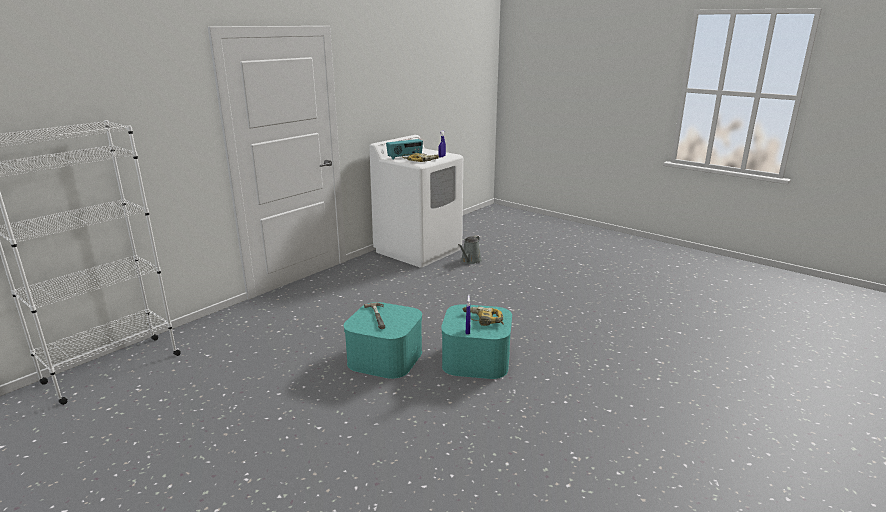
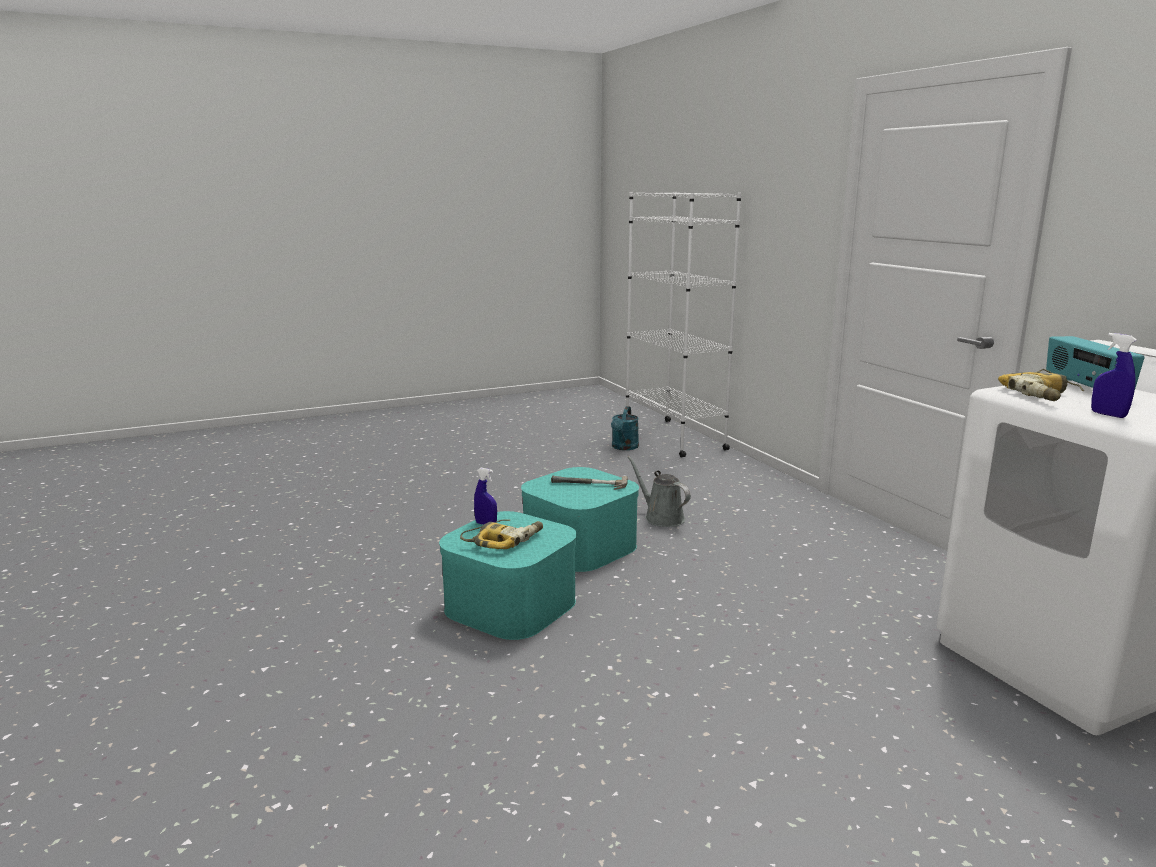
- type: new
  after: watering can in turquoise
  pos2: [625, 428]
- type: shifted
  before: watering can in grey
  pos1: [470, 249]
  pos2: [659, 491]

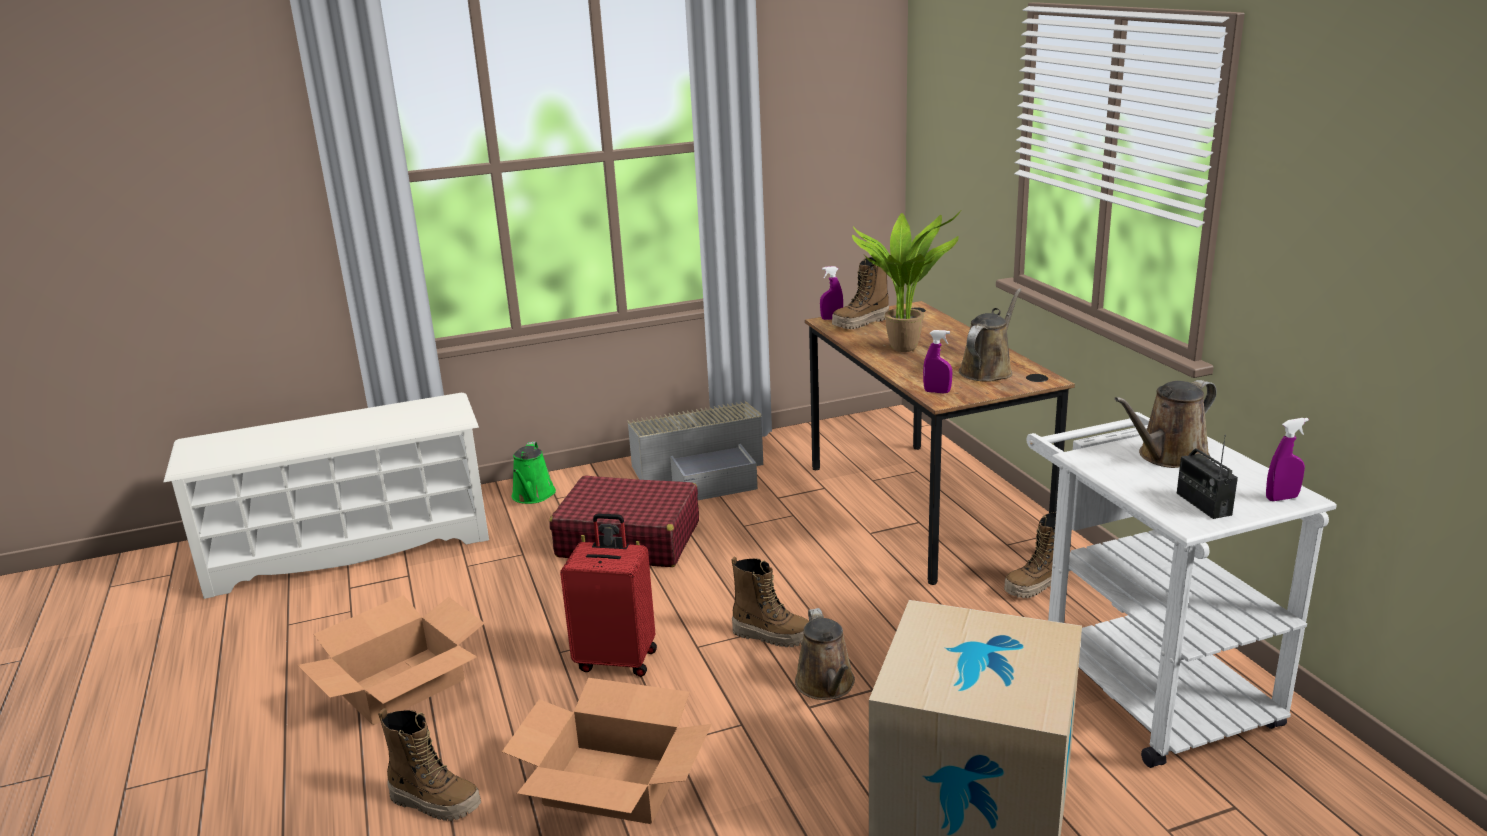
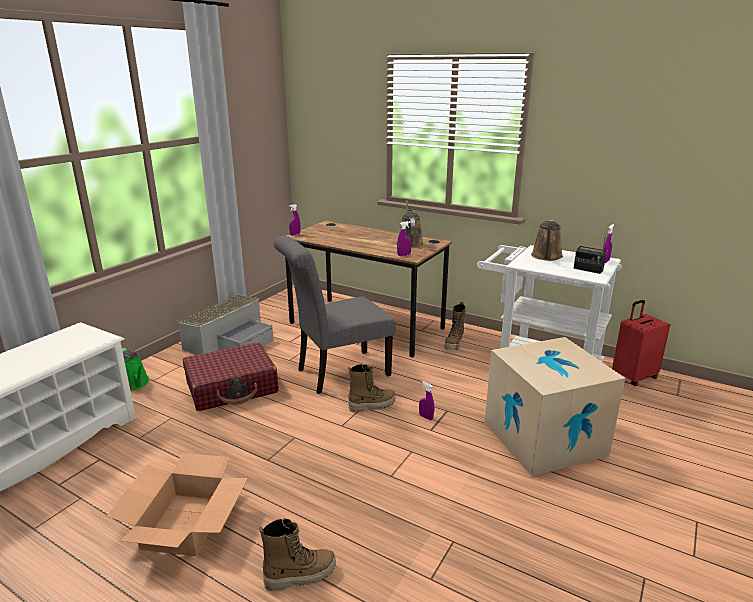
- type: gone
  before: cardboard box
  pos1: [607, 751]
- type: gone
  before: boot
  pos1: [860, 293]
- type: gone
  before: potted plant
  pos1: [907, 280]
- type: new
  after: chair in grey
  pos2: [335, 315]
- type: shifted
  before: suitcase in red
  pos1: [608, 595]
  pos2: [641, 343]
- type: swapped
  before: watering can in brown
  after: spray bottle in purple
  pos1: [825, 654]
  pos2: [426, 400]

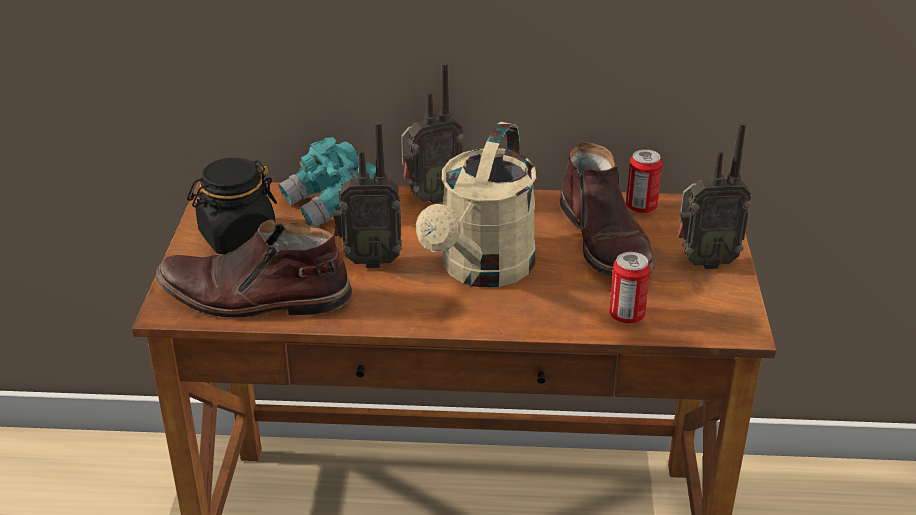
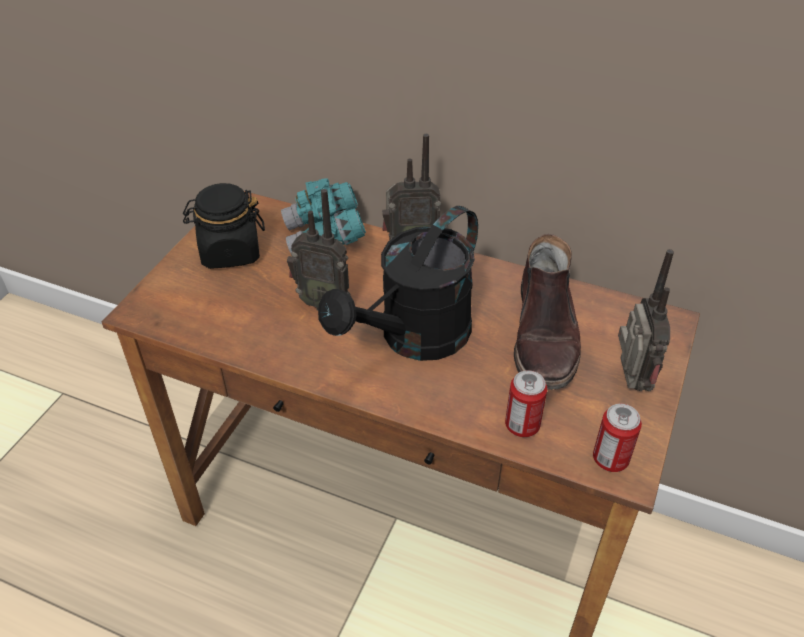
- type: gone
  before: boot in brown
  pos1: [254, 268]
- type: shifted
  before: can
  pos1: [644, 181]
  pos2: [617, 438]
- type: repainted
  before: watering can in beige
  after: watering can in black
  pos1: [476, 204]
  pos2: [398, 283]
- type: rotated
  before: radio
  pos1: [714, 195]
  pos2: [646, 320]
  turn: -105

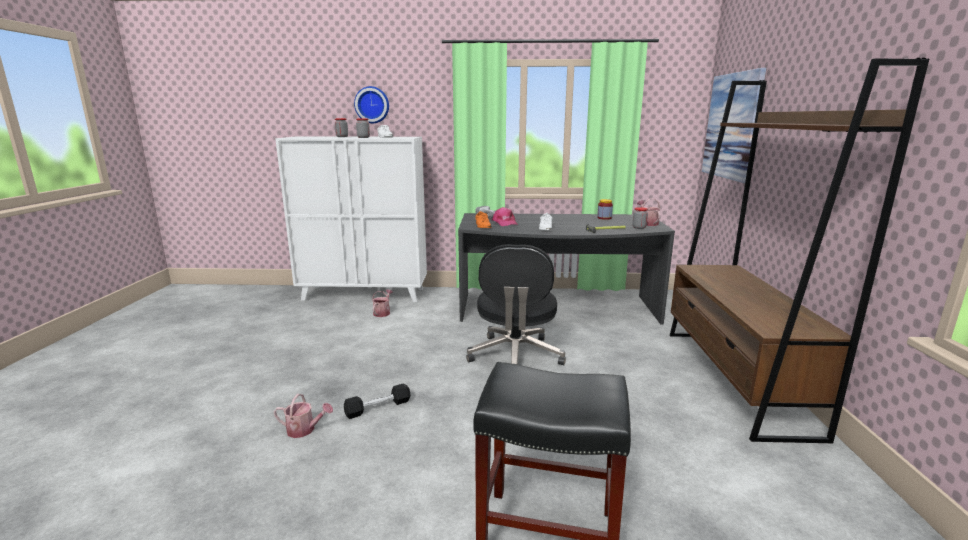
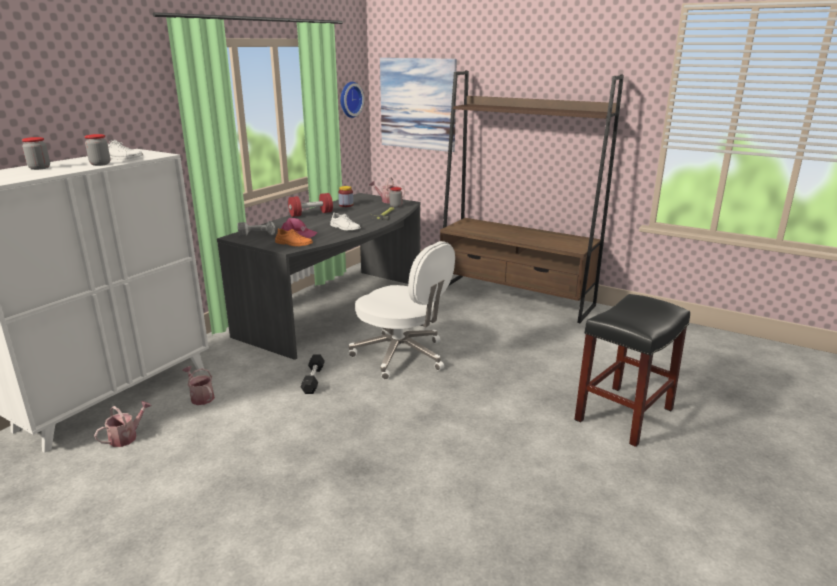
- type: new
  after: dumbbell in red
  pos2: [310, 205]
- type: shifted
  before: watering can
  pos1: [303, 416]
  pos2: [123, 424]
- type: shifted
  before: dumbbell in black
  pos1: [377, 401]
  pos2: [313, 374]
- type: shifted
  before: wall clock
  pos1: [371, 104]
  pos2: [352, 100]
- type: repainted
  before: office chair in black
  after: office chair in white
  pos1: [516, 304]
  pos2: [402, 310]

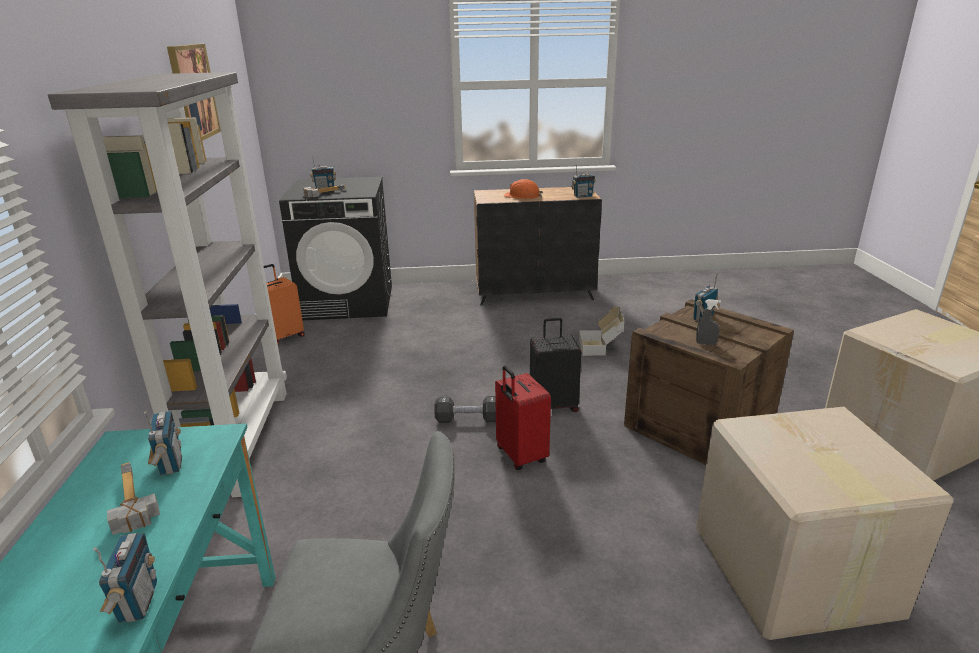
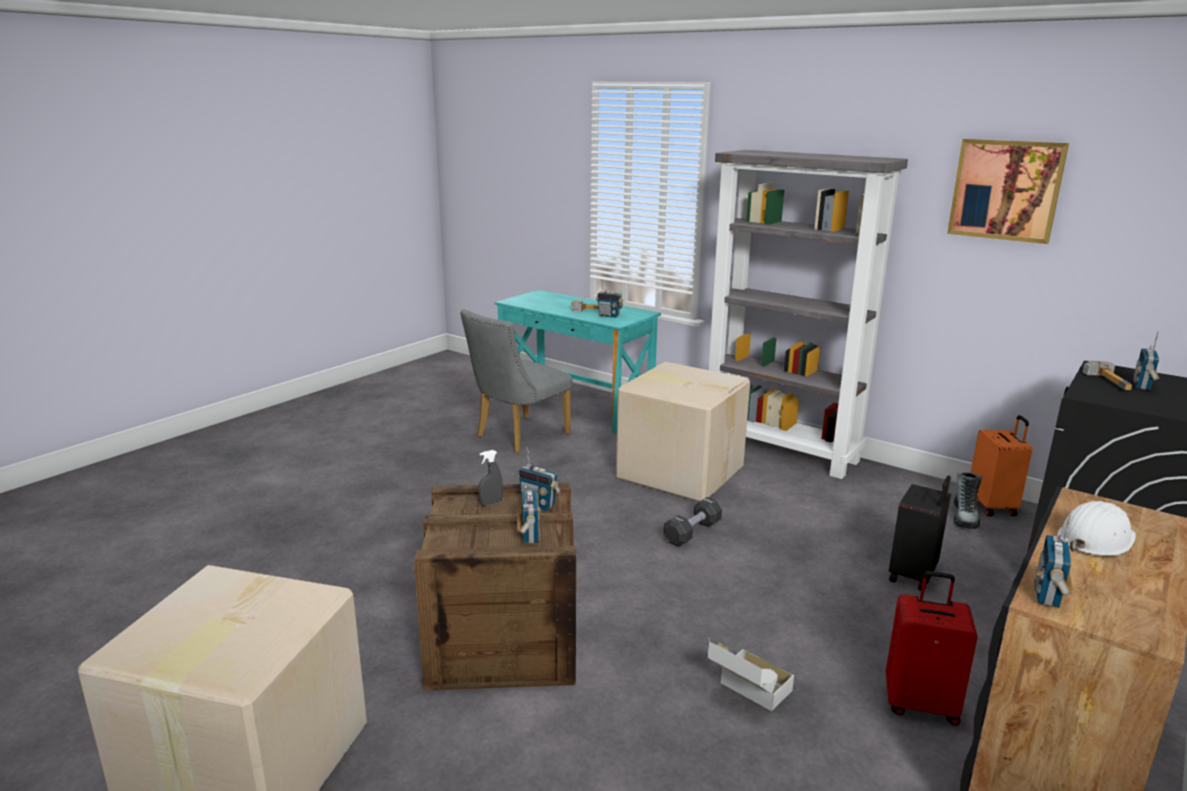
- type: new
  after: boot
  pos2: [967, 500]
- type: shifted
  before: radio
  pos1: [125, 578]
  pos2: [539, 479]
- type: shifted
  before: suitcase in red
  pos1: [523, 418]
  pos2: [932, 648]
- type: shifted
  before: suitcase in black
  pos1: [555, 364]
  pos2: [920, 533]
- type: shifted
  before: cardboard box
  pos1: [824, 523]
  pos2: [683, 432]
- type: repainted
  before: hard hat in orange
  after: hard hat in white
  pos1: [523, 189]
  pos2: [1096, 528]

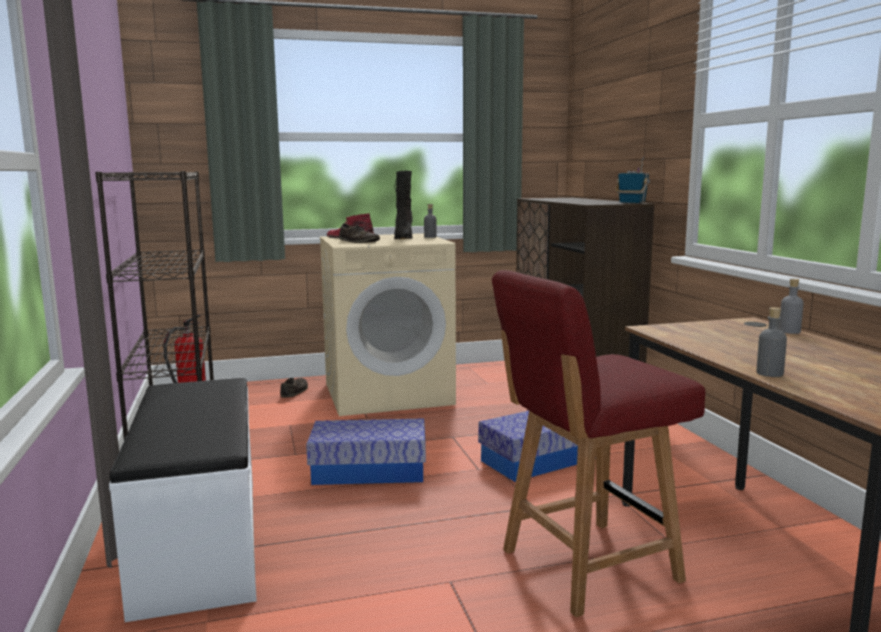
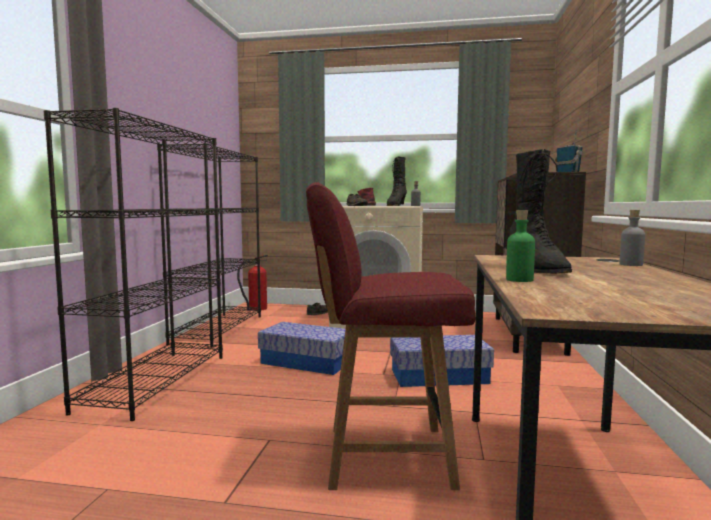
- type: new
  after: boot in black
  pos2: [540, 211]
- type: swapped
  before: bench in white
  after: bookcase in black
  pos1: [183, 500]
  pos2: [133, 264]
- type: repainted
  before: bottle in grey
  after: bottle in green
  pos1: [772, 342]
  pos2: [520, 246]

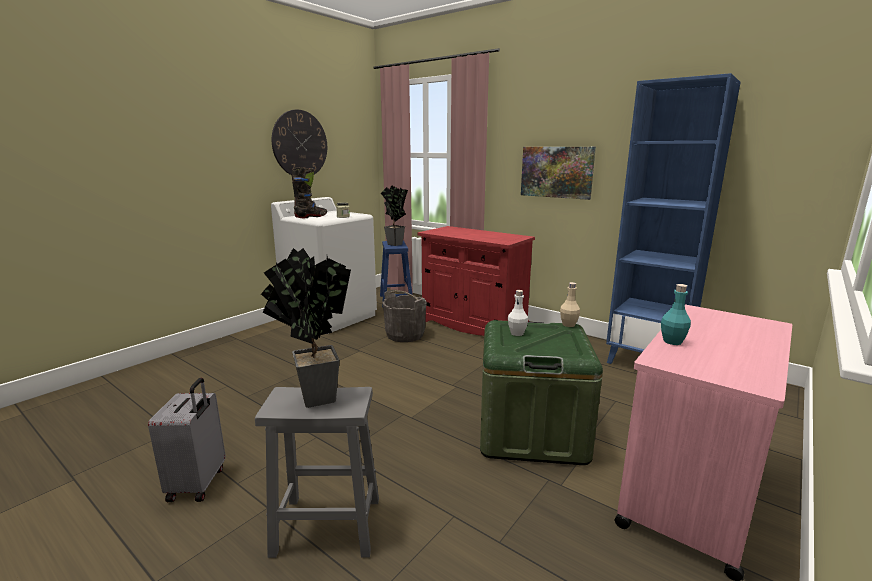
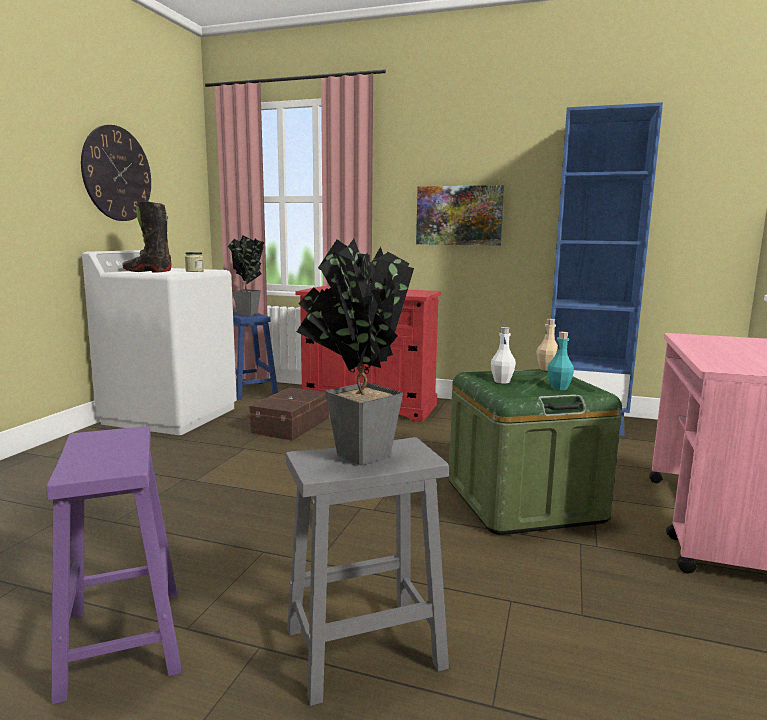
- type: shifted
  before: bottle in turquoise
  pos1: [676, 314]
  pos2: [561, 361]
- type: swapped
  before: suitcase in grey
  after: stool in purple
  pos1: [187, 440]
  pos2: [114, 565]
- type: swapped
  before: bucket in grey
  after: storage box in brown
  pos1: [404, 316]
  pos2: [289, 414]
- type: rotated
  before: boot in black
  pos1: [309, 192]
  pos2: [146, 236]
  turn: -105

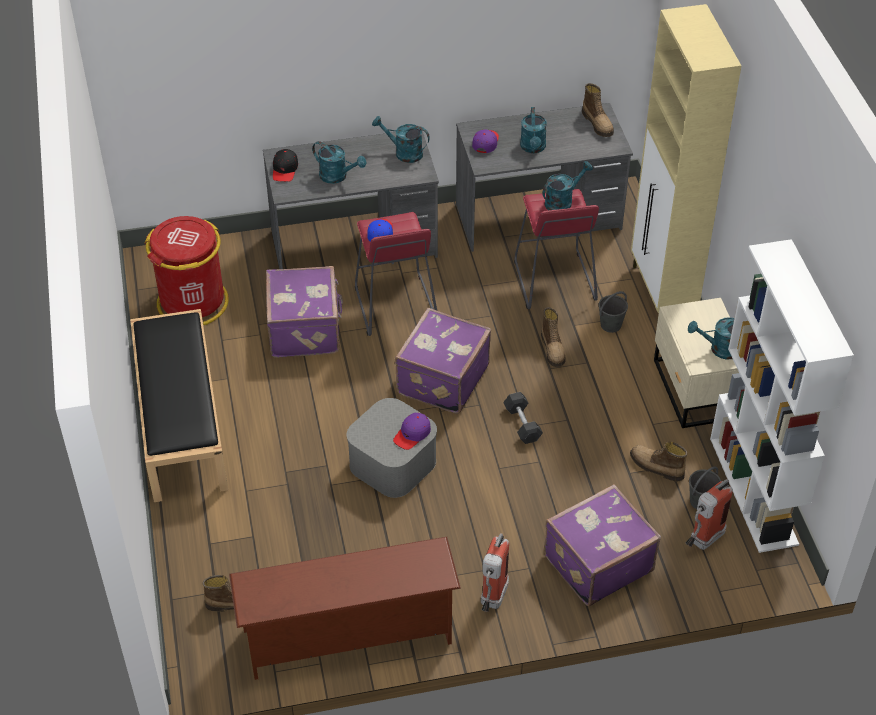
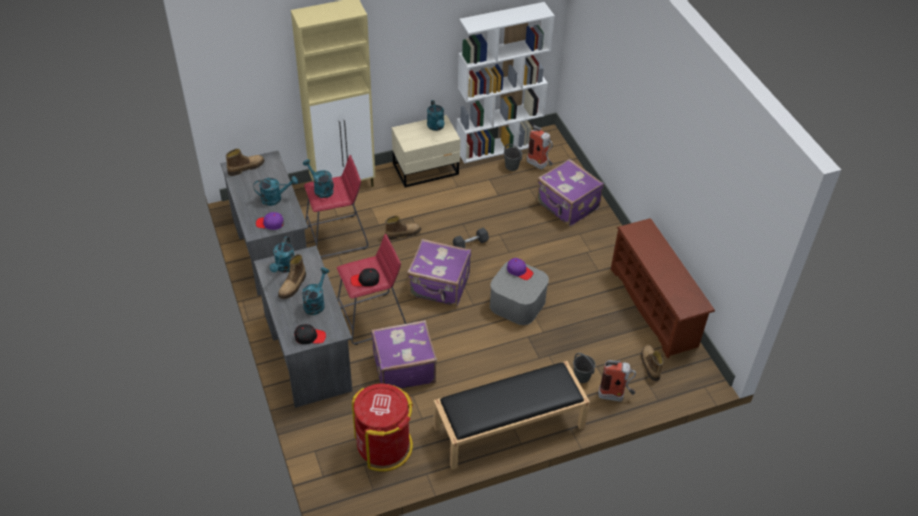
- type: shifted
  before: fire extinguisher
  pos1: [495, 572]
  pos2: [617, 381]
- type: shifted
  before: bucket in grey
  pos1: [613, 312]
  pos2: [584, 368]
- type: shifted
  before: boot
  pos1: [658, 461]
  pos2: [292, 276]
- type: repainted
  before: cap in blue
  after: cap in black
  pos1: [380, 229]
  pos2: [365, 277]

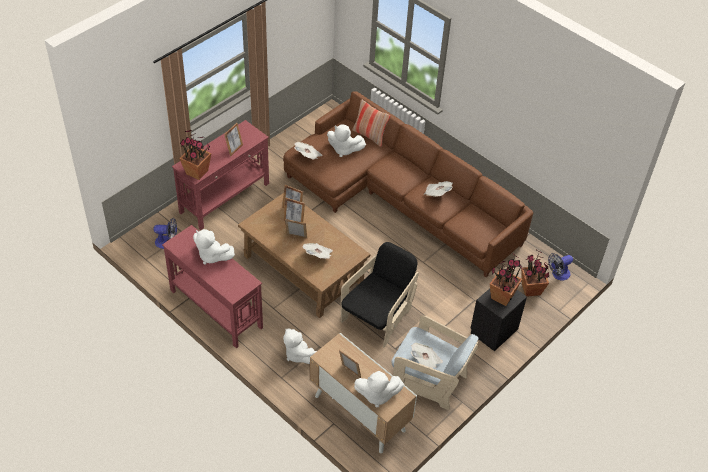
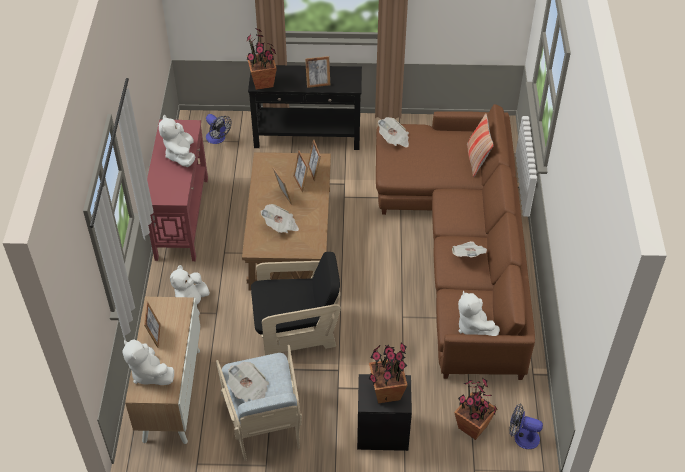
- type: shifted
  before: plush toy in white
  pos1: [346, 140]
  pos2: [479, 313]
- type: repainted
  before: console table in red
  after: console table in black
  pos1: [220, 175]
  pos2: [305, 107]

